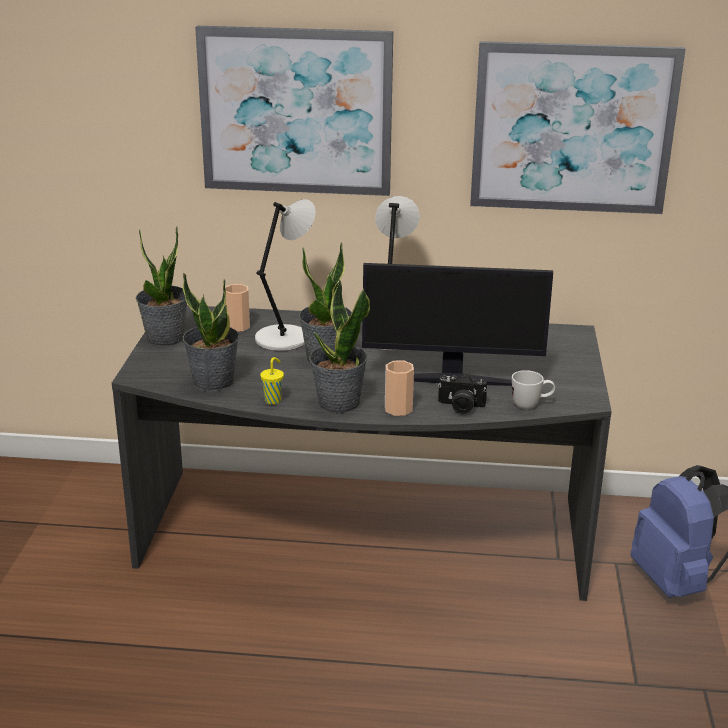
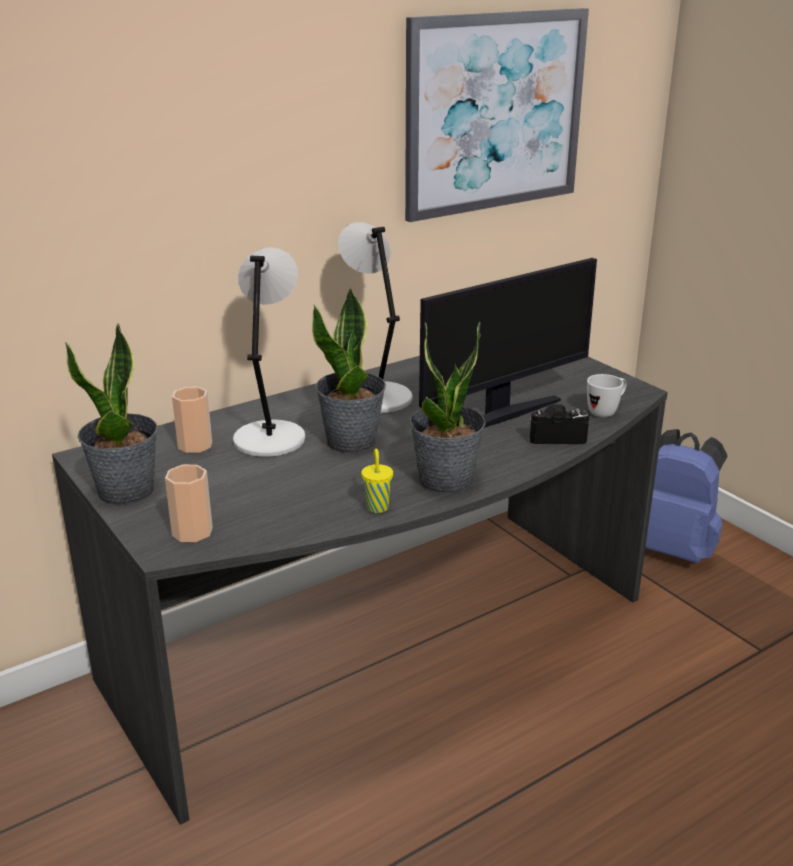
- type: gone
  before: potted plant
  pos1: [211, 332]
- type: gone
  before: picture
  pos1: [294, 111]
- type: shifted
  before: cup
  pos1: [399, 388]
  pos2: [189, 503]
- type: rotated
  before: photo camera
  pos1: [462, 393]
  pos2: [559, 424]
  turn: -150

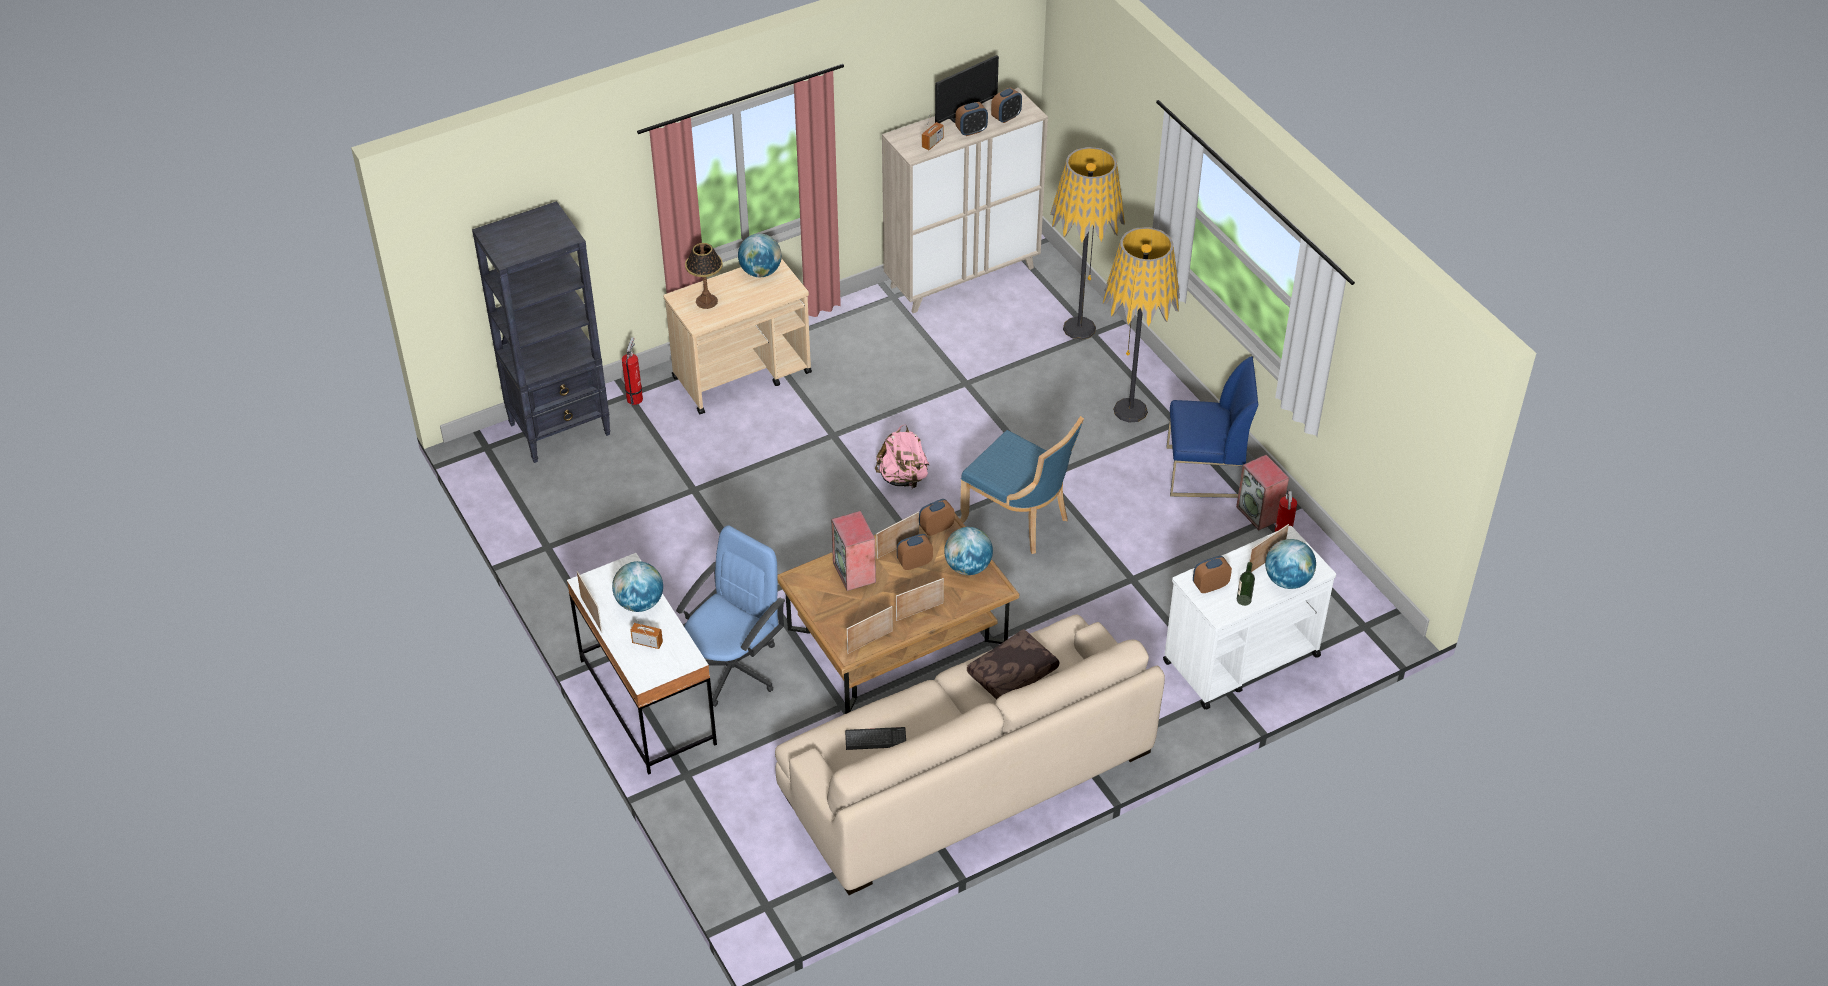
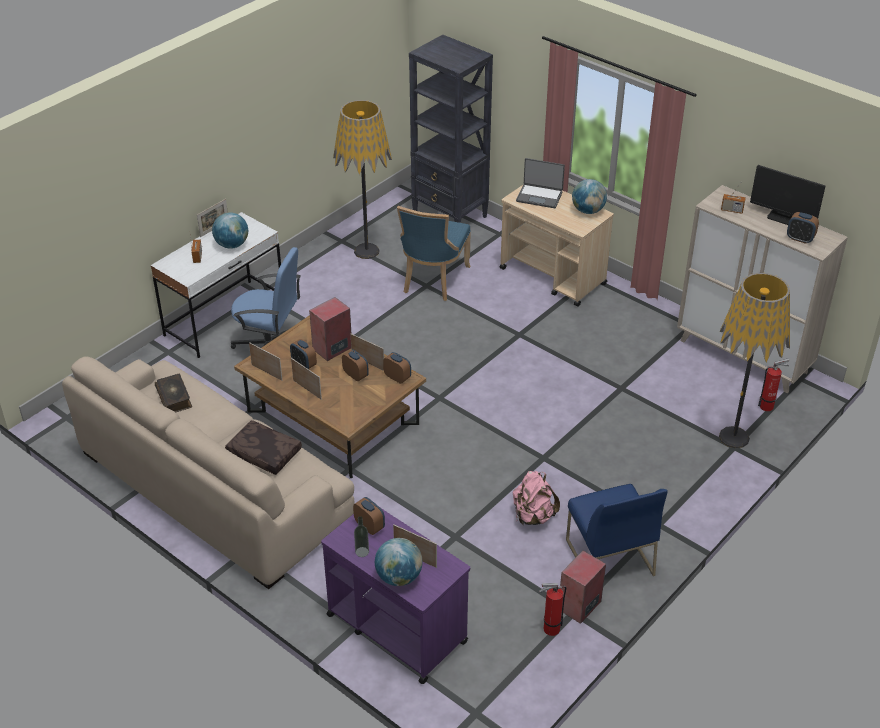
- type: gone
  before: globe
  pos1: [968, 551]
- type: shifted
  before: fire extinguisher
  pos1: [632, 371]
  pos2: [773, 385]
- type: shifted
  before: backpack in pink
  pos1: [902, 456]
  pos2: [536, 498]
- type: shifted
  before: alarm clock
  pos1: [971, 119]
  pos2: [303, 354]
- type: shifted
  before: chair in blue
  pos1: [1022, 485]
  pos2: [434, 253]
- type: shifted
  before: floor lamp
  pos1: [1141, 325]
  pos2: [362, 179]
- type: swapped
  before: table lamp
  after: laptop
  pos1: [704, 276]
  pos2: [540, 183]
- type: swapped
  before: keyboard
  after: book
  pos1: [875, 738]
  pos2: [173, 393]
- type: repainted
  before: cart in white
  after: cart in purple
  pos1: [1249, 618]
  pos2: [395, 596]

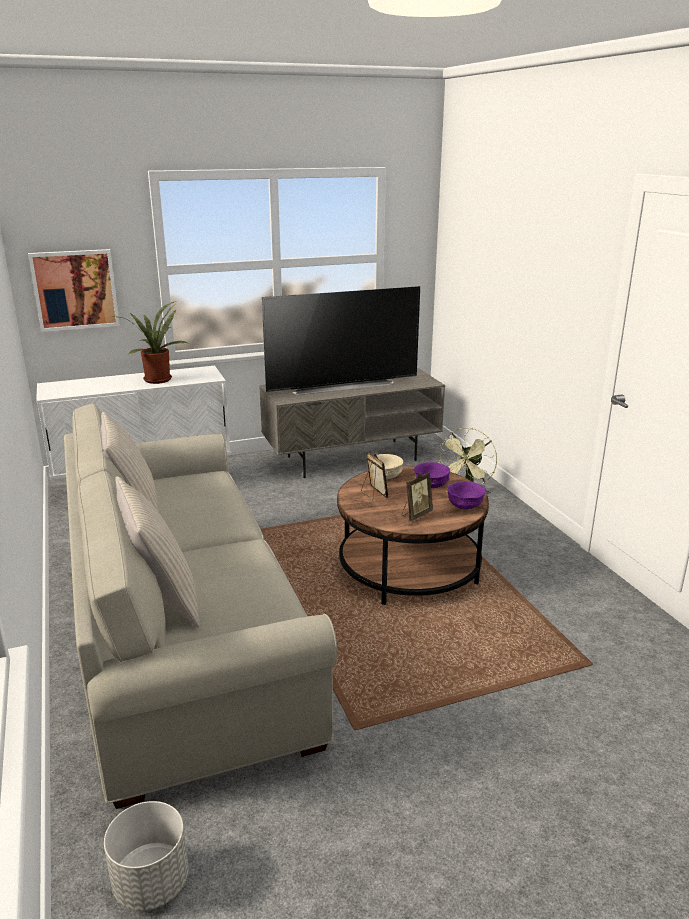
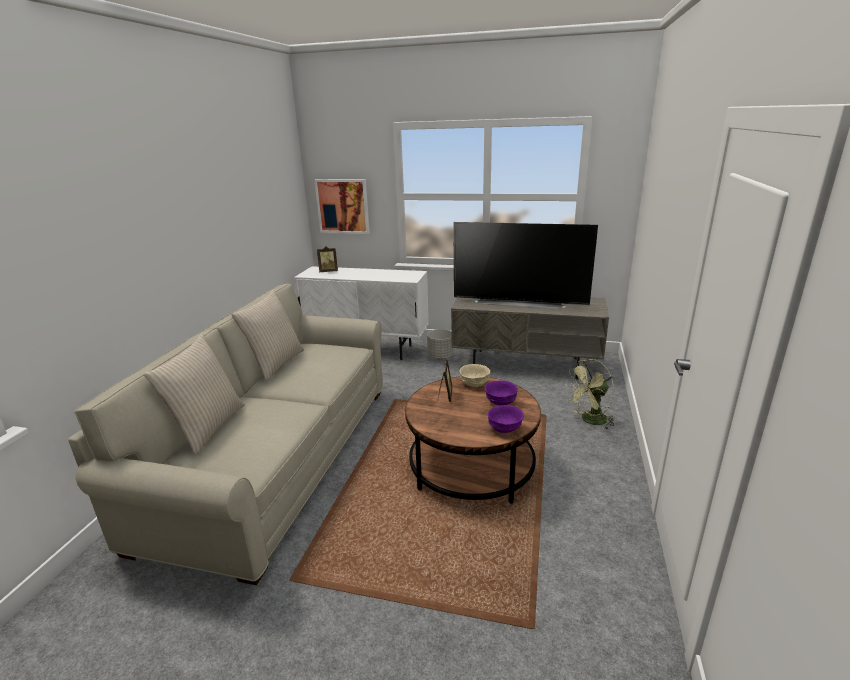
- type: gone
  before: potted plant
  pos1: [150, 342]
- type: shifted
  before: planter in grey
  pos1: [146, 856]
  pos2: [440, 344]
- type: shifted
  before: picture frame
  pos1: [417, 496]
  pos2: [327, 259]

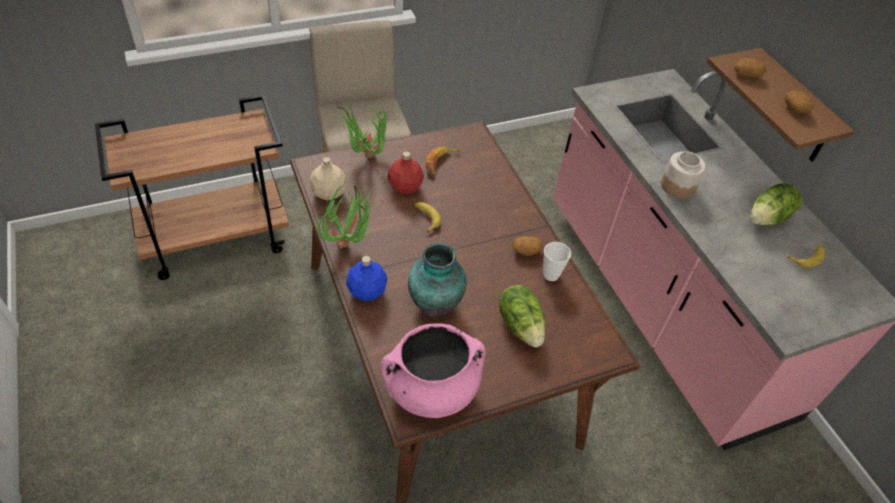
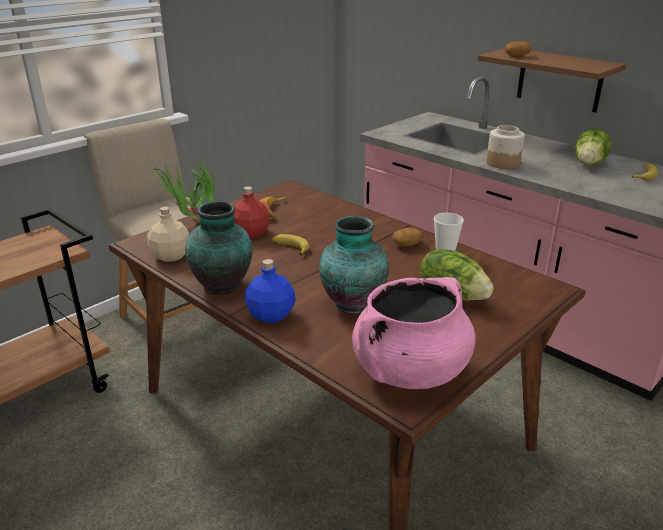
- type: gone
  before: potato
  pos1: [799, 102]
- type: swapped
  before: potted plant
  after: vase
  pos1: [346, 215]
  pos2: [219, 248]

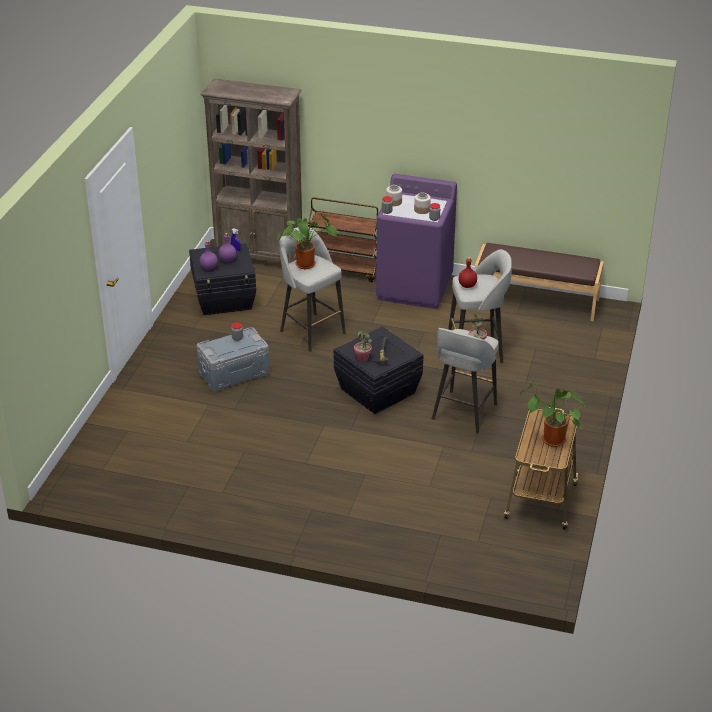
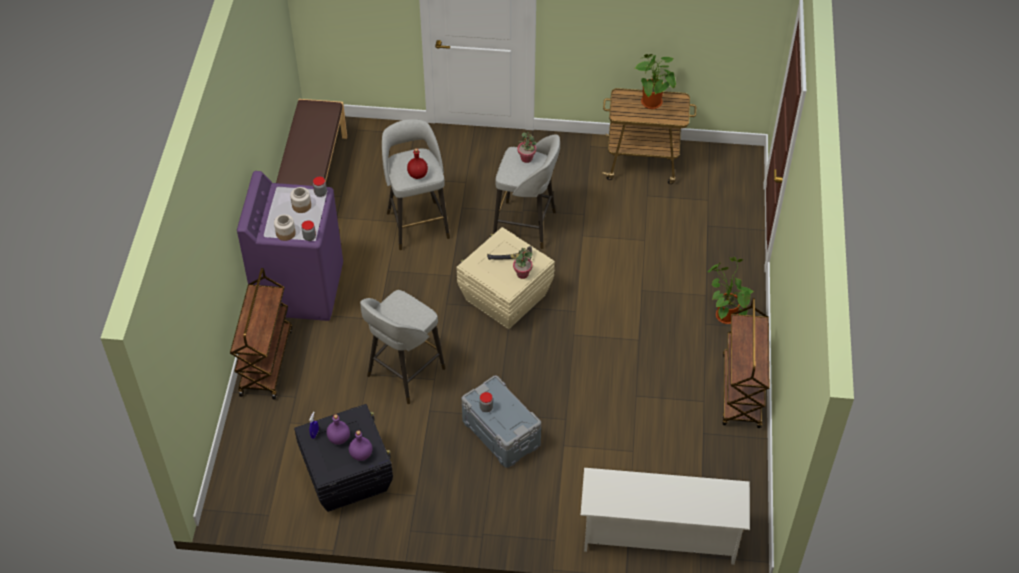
- type: gone
  before: bookcase in brown
  pos1: [251, 170]
- type: new
  after: shoe rack in white
  pos2: [665, 516]
- type: new
  after: cart in brown
  pos2: [746, 363]
- type: shifted
  before: potted plant
  pos1: [307, 240]
  pos2: [731, 290]
- type: repainted
  before: storage box in black
  after: storage box in beige
  pos1: [378, 370]
  pos2: [505, 278]

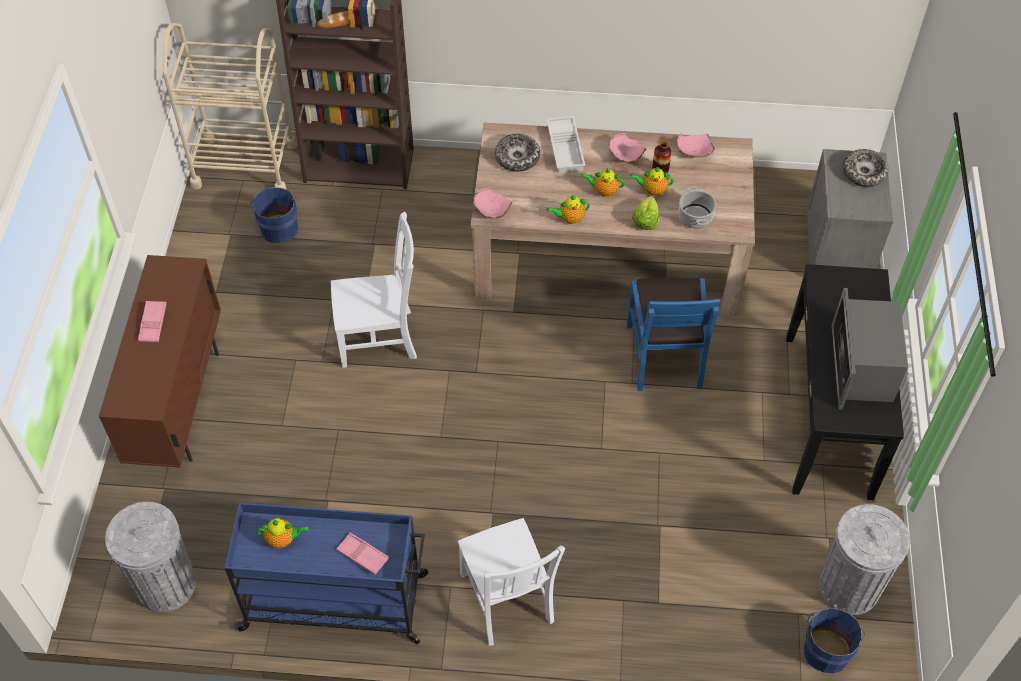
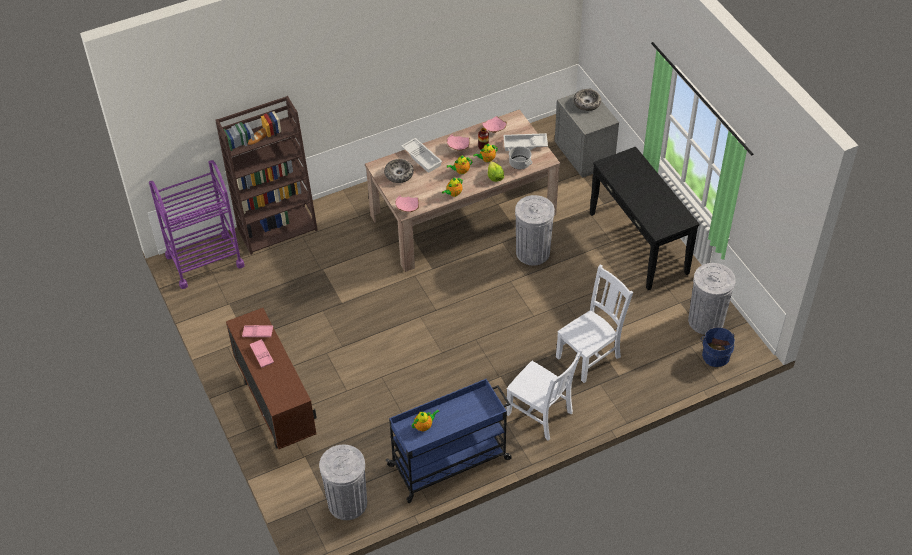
- type: gone
  before: bucket in blue
  pos1: [274, 215]
- type: gone
  before: microwave
  pos1: [870, 349]
- type: new
  after: tray in white
  pos2: [525, 142]
- type: shifted
  before: chair in white
  pos1: [374, 290]
  pos2: [594, 323]
- type: shifted
  before: tray in pink
  pos1: [362, 554]
  pos2: [257, 331]
- type: swapped
  before: chair in blue
  after: trash can in grey
  pos1: [673, 334]
  pos2: [535, 230]
- type: repainted
  before: cart in beige
  after: cart in purple
  pos1: [229, 106]
  pos2: [196, 224]

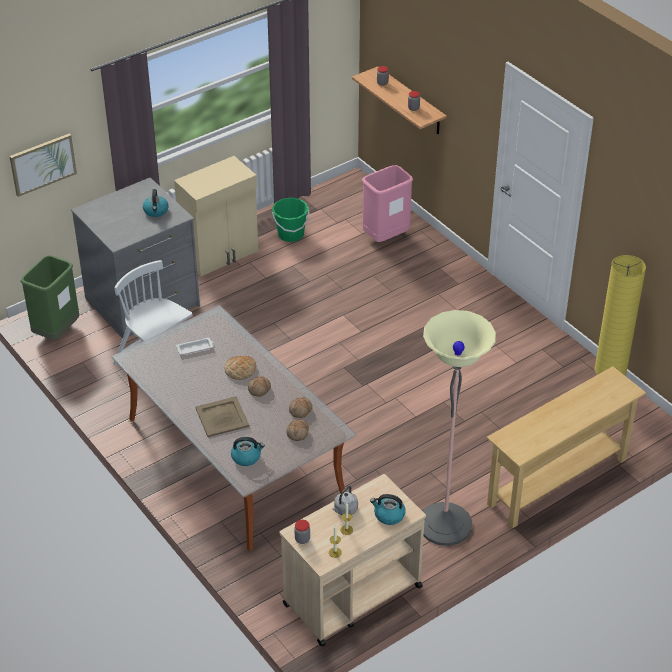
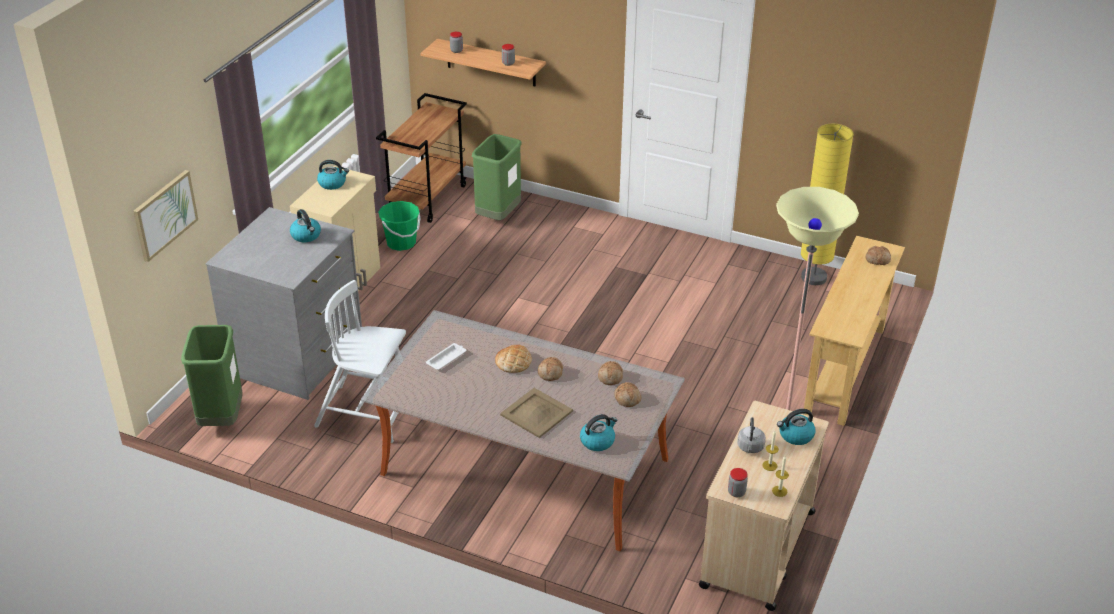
- type: new
  after: kettle
  pos2: [333, 175]
- type: new
  after: cart in brown
  pos2: [421, 158]
- type: new
  after: bread
  pos2: [878, 255]
- type: repainted
  before: trash can in pink
  after: trash can in green
  pos1: [387, 203]
  pos2: [497, 177]

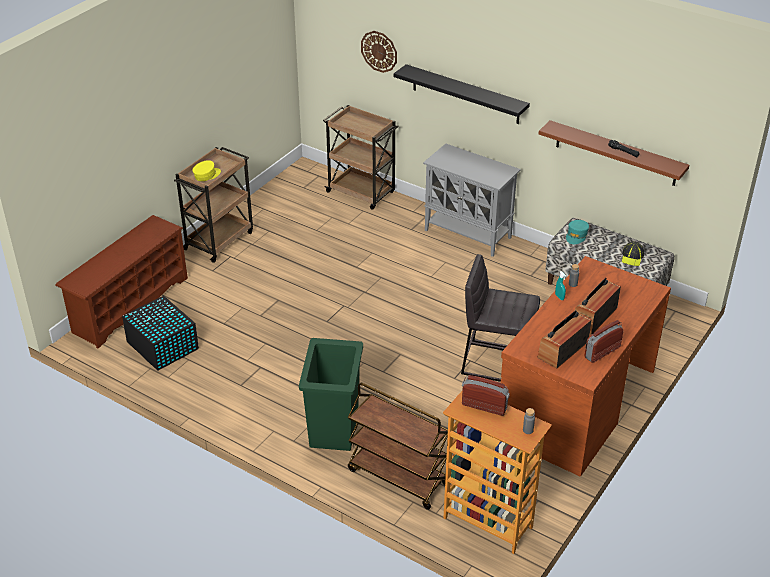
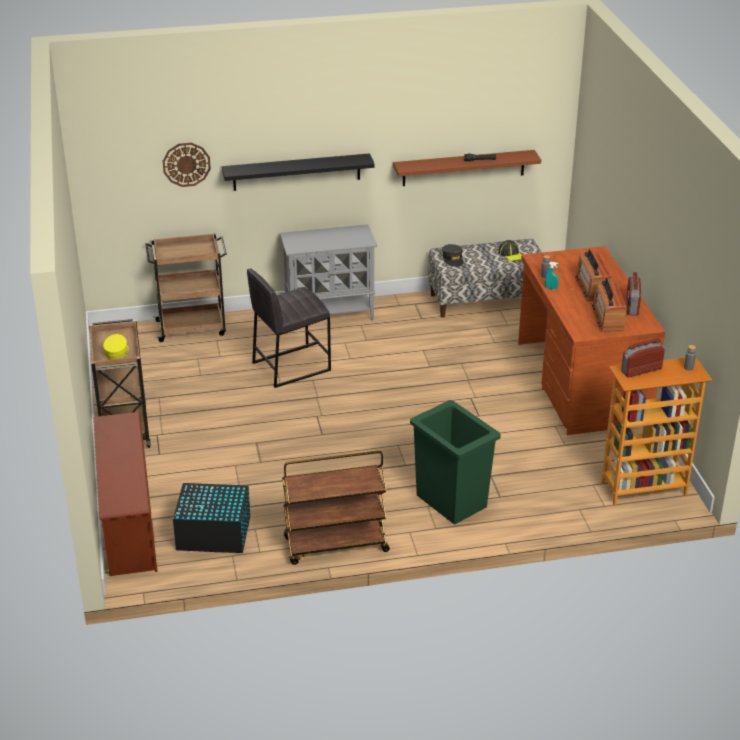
- type: shifted
  before: cart in brown
  pos1: [398, 446]
  pos2: [336, 508]
- type: shifted
  before: stool in grey
  pos1: [500, 318]
  pos2: [289, 328]
- type: repainted
  before: cap in turquoise
  after: cap in grey
  pos1: [577, 232]
  pos2: [452, 255]

